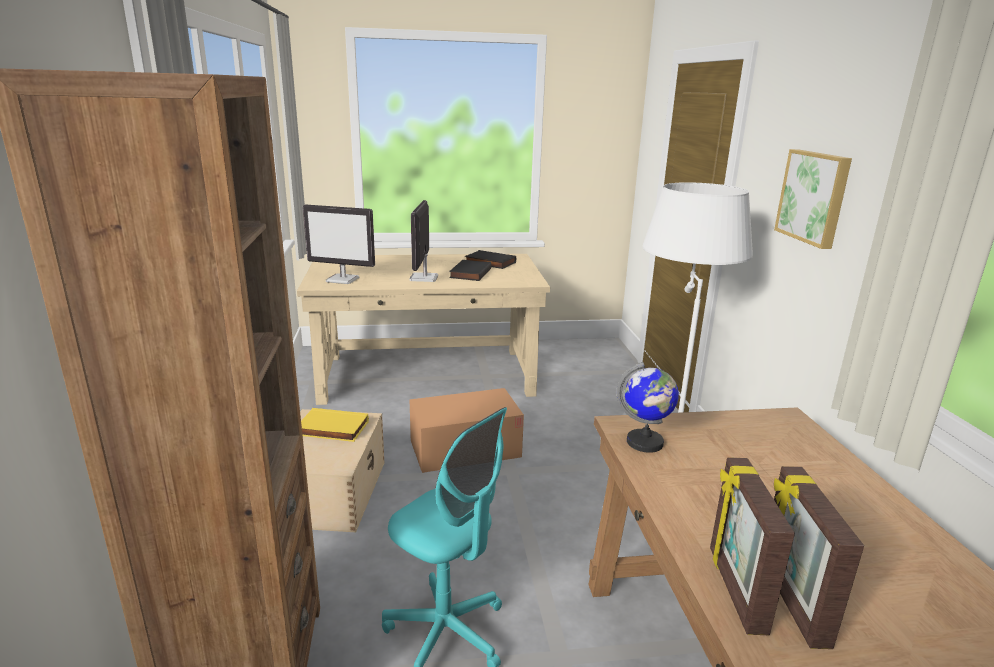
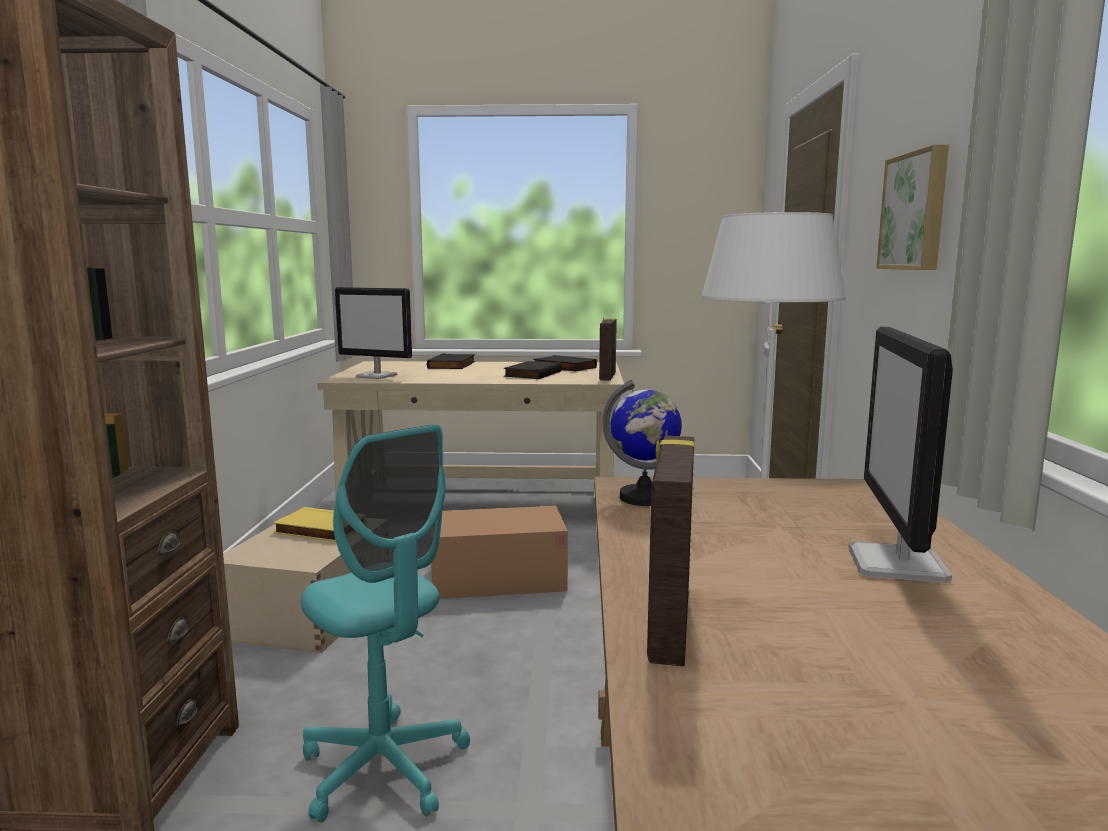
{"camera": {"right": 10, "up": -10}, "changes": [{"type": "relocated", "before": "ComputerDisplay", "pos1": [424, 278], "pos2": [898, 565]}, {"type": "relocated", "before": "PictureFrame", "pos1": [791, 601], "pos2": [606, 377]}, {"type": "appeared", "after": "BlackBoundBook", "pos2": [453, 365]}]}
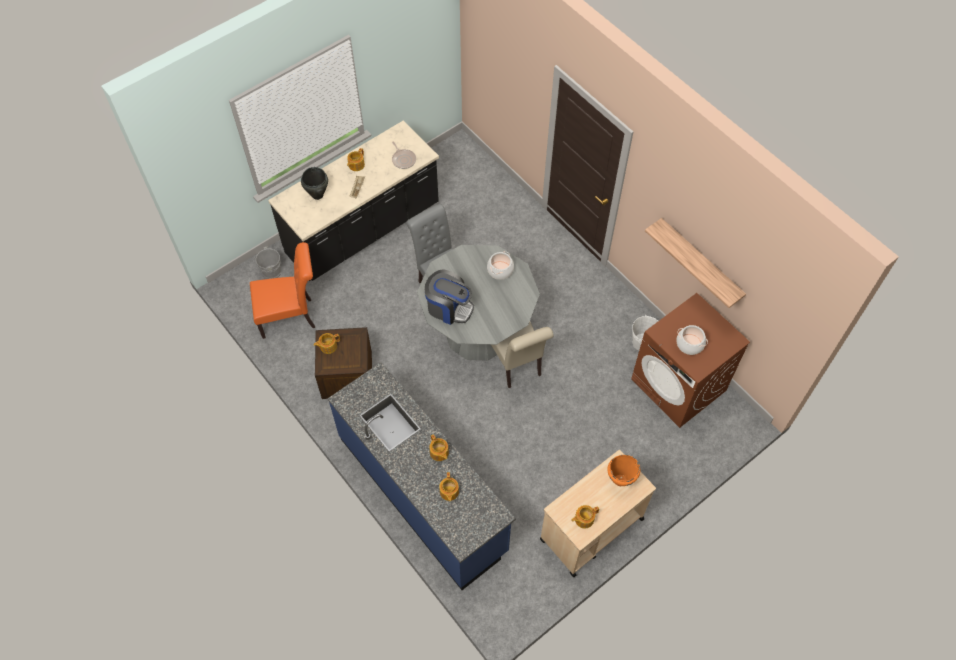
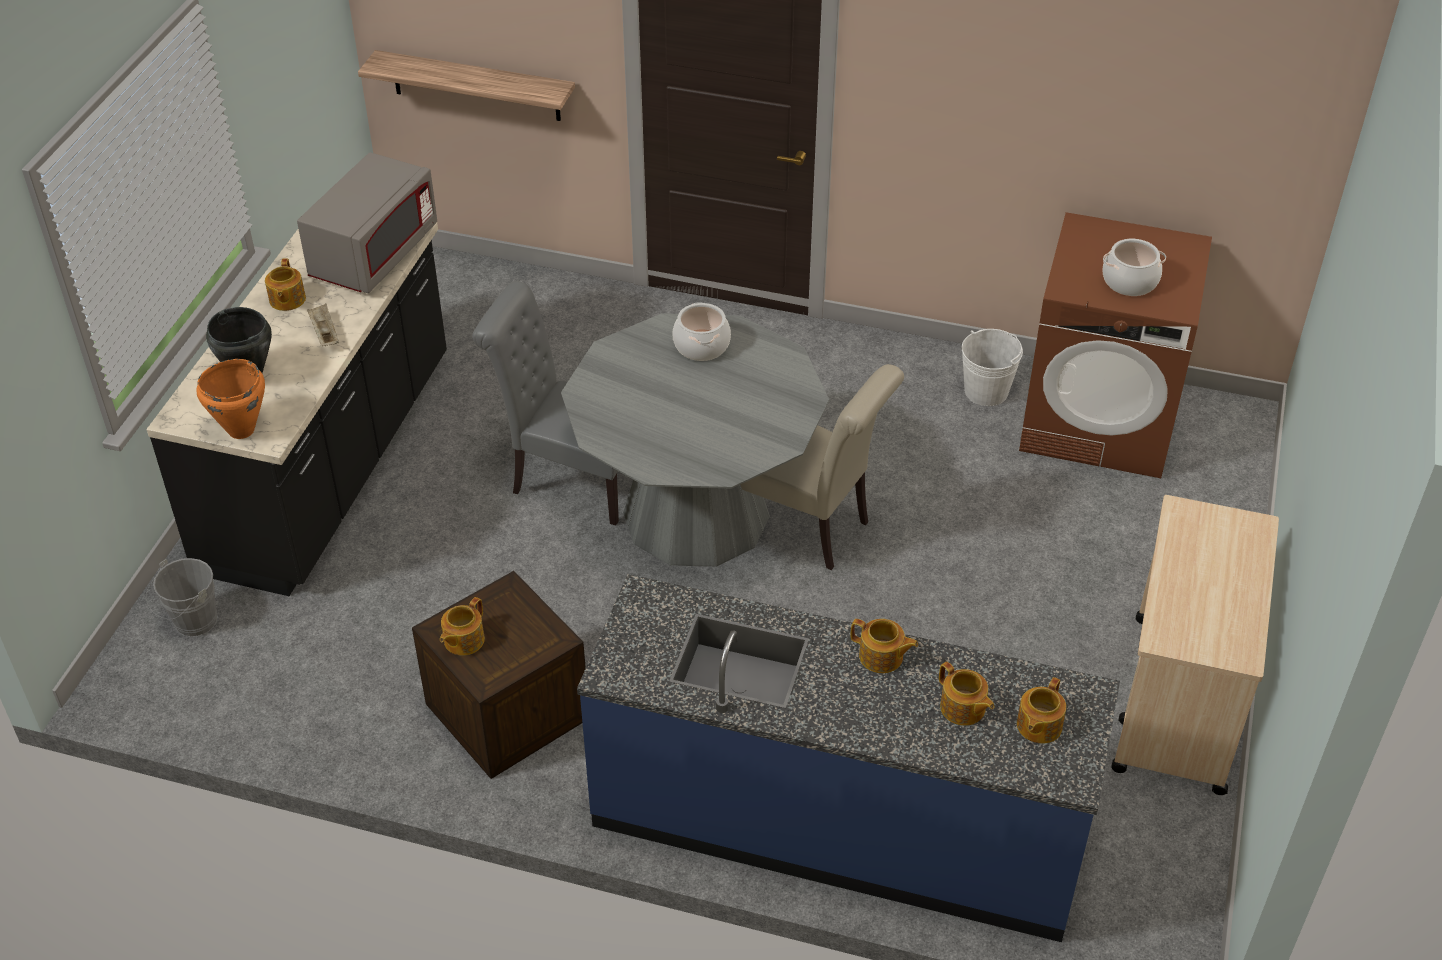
{"camera": {"right": -35, "up": -15}, "changes": [{"type": "missing", "before": "OrangeColouredPlainChair", "pos1": [291, 317]}, {"type": "exchanged", "before": "Pan", "after": "GrayMicrowave", "pos1": [403, 159], "pos2": [375, 254]}, {"type": "missing", "before": "CoffeeBrewer", "pos1": [449, 307]}, {"type": "relocated", "before": "TeaPot", "pos1": [583, 519], "pos2": [1038, 726]}, {"type": "relocated", "before": "OrangeColouredCookingPot", "pos1": [619, 480], "pos2": [240, 430]}, {"type": "relocated", "before": "WallShelf", "pos1": [700, 262], "pos2": [476, 86]}]}
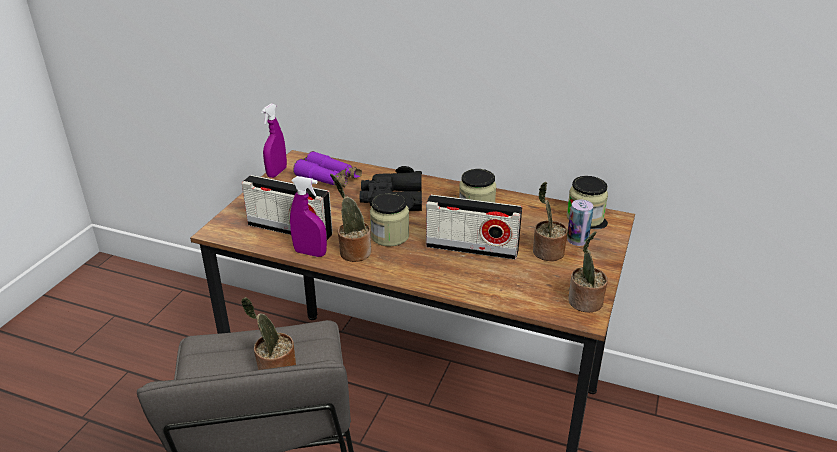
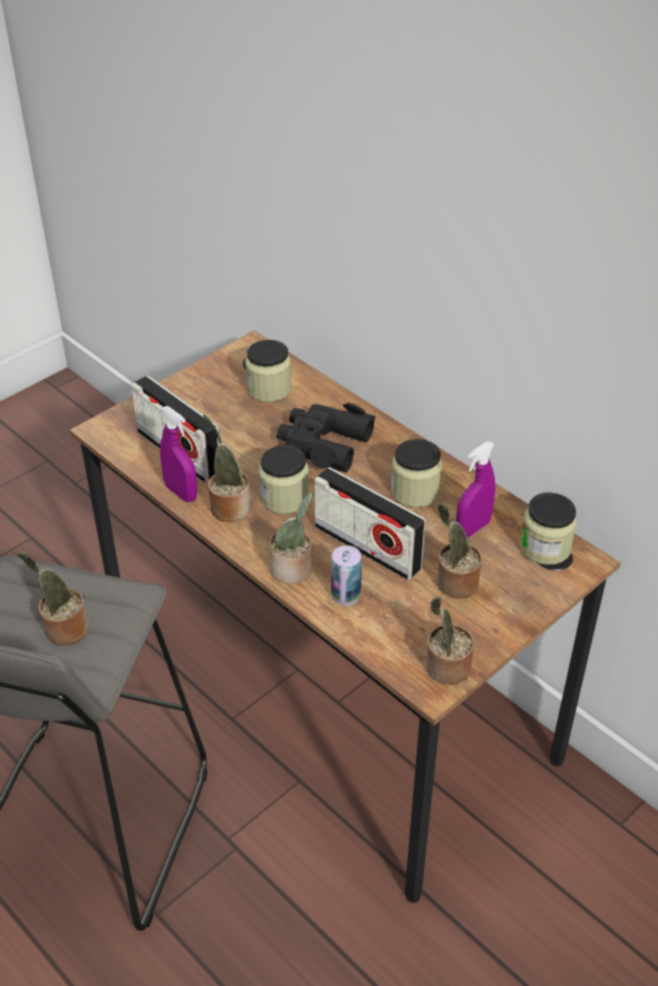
{"camera": {"right": 25, "up": 10}, "changes": [{"type": "relocated", "before": "PurplishHandSprayer", "pos1": [277, 172], "pos2": [472, 528]}, {"type": "exchanged", "before": "PurplishPairOfBinoculars", "after": "StorageJar", "pos1": [329, 178], "pos2": [269, 389]}, {"type": "relocated", "before": "MetalCan", "pos1": [577, 240], "pos2": [346, 595]}, {"type": "appeared", "after": "PottedPlant", "pos2": [293, 570]}]}
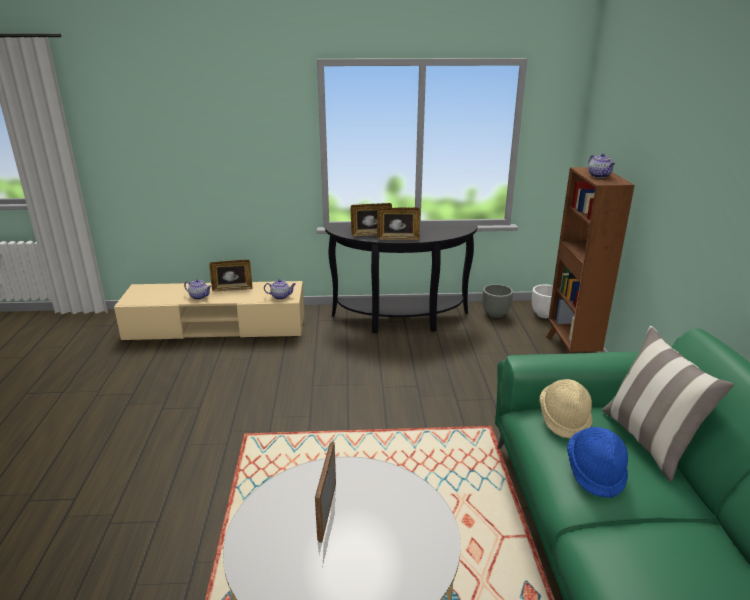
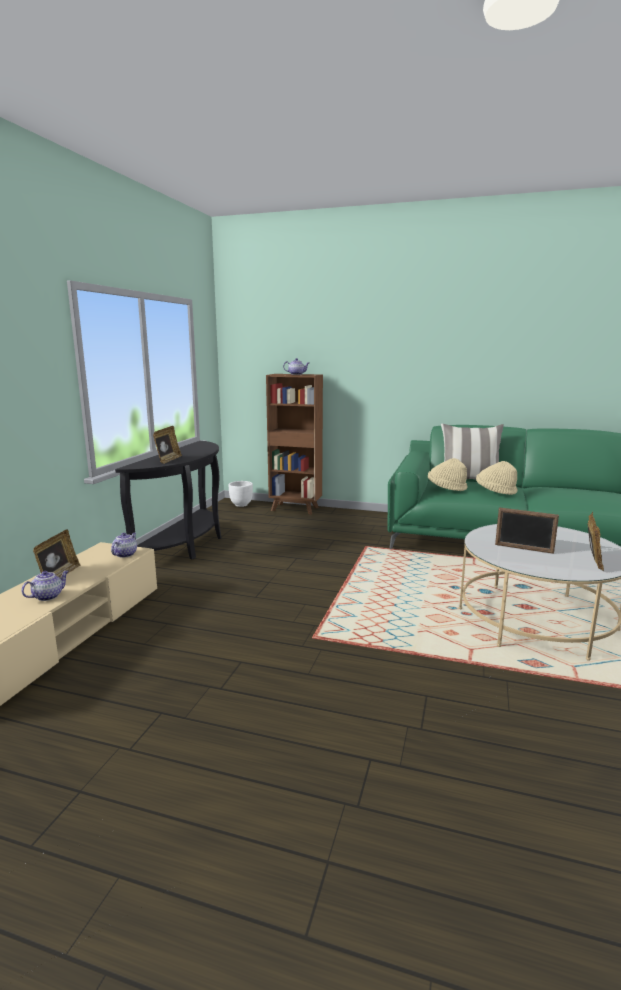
{"camera": {"right": -70, "up": -10}, "changes": [{"type": "relocated", "before": "PictureFrame", "pos1": [398, 238], "pos2": [592, 560]}, {"type": "missing", "before": "GrayPlanter", "pos1": [495, 314]}, {"type": "colour", "before": "BluishHat", "after": "SandColouredHat", "pos1": [595, 472], "pos2": [495, 491]}]}
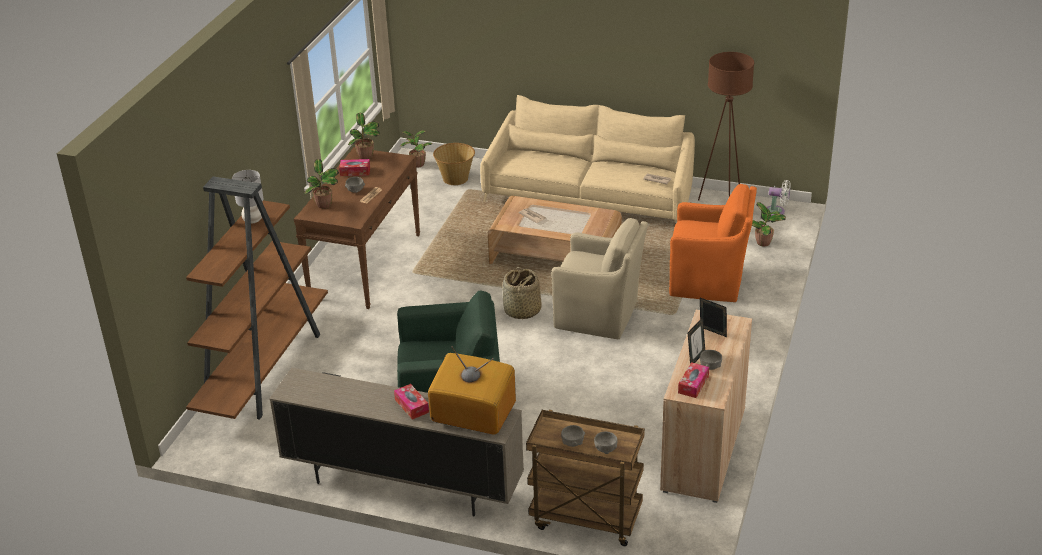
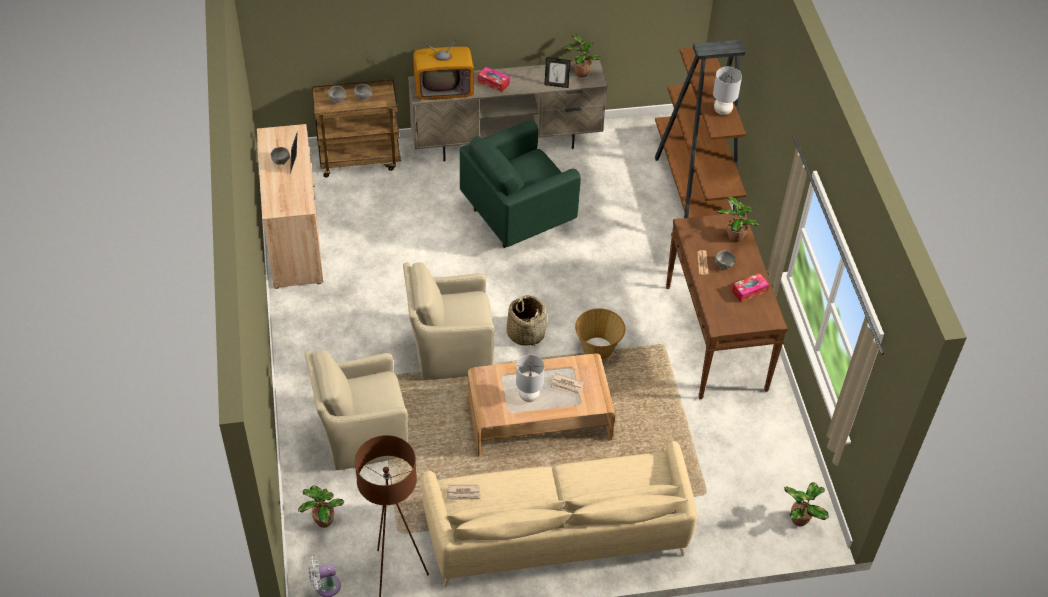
{"camera": {"right": 150, "up": 15}, "changes": [{"type": "relocated", "before": "PottedPlant", "pos1": [365, 156], "pos2": [580, 72]}, {"type": "relocated", "before": "StorageBasket", "pos1": [455, 178], "pos2": [598, 349]}, {"type": "colour", "before": "OrangeColouredLoungeChair", "after": "SandColouredLoungeChair", "pos1": [709, 282], "pos2": [361, 435]}, {"type": "missing", "before": "TissueHolder", "pos1": [693, 384]}, {"type": "relocated", "before": "PictureFrame", "pos1": [712, 333], "pos2": [556, 85]}, {"type": "appeared", "after": "GrayTabletopLamp", "pos2": [529, 396]}]}
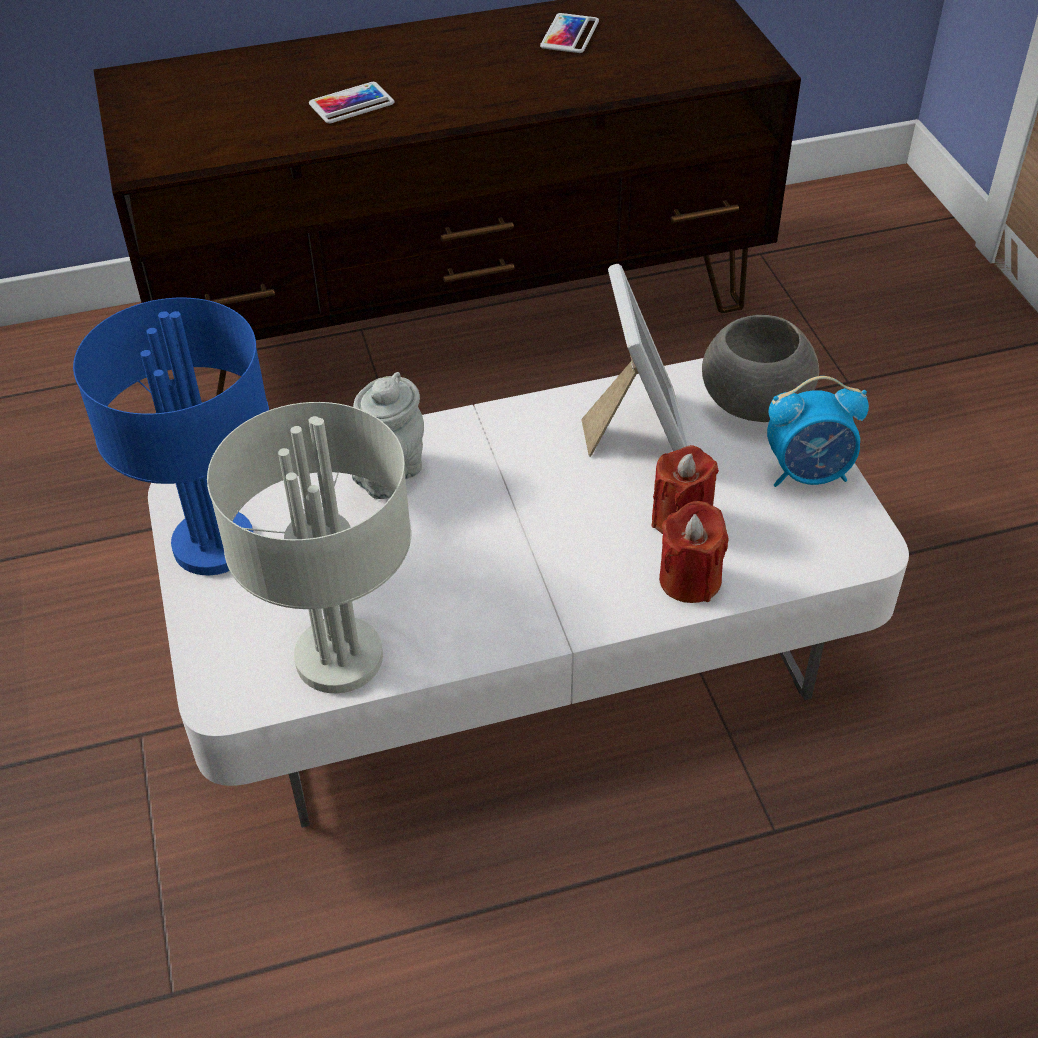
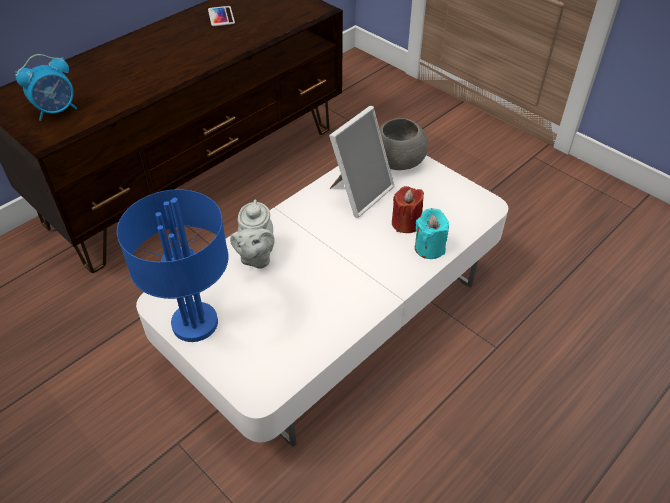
{"camera": {"right": -30, "up": 0}, "changes": [{"type": "missing", "before": "GrayTabletopLamp", "pos1": [337, 659]}, {"type": "missing", "before": "Telephone", "pos1": [351, 104]}, {"type": "spun", "before": "PictureFrame", "pos1": [638, 433], "pos2": [359, 193], "turn": 75}, {"type": "colour", "before": "ReddishCandle", "after": "TurquoiseCandle", "pos1": [690, 579], "pos2": [429, 248]}, {"type": "relocated", "before": "BedsideClock", "pos1": [808, 473], "pos2": [57, 111]}]}
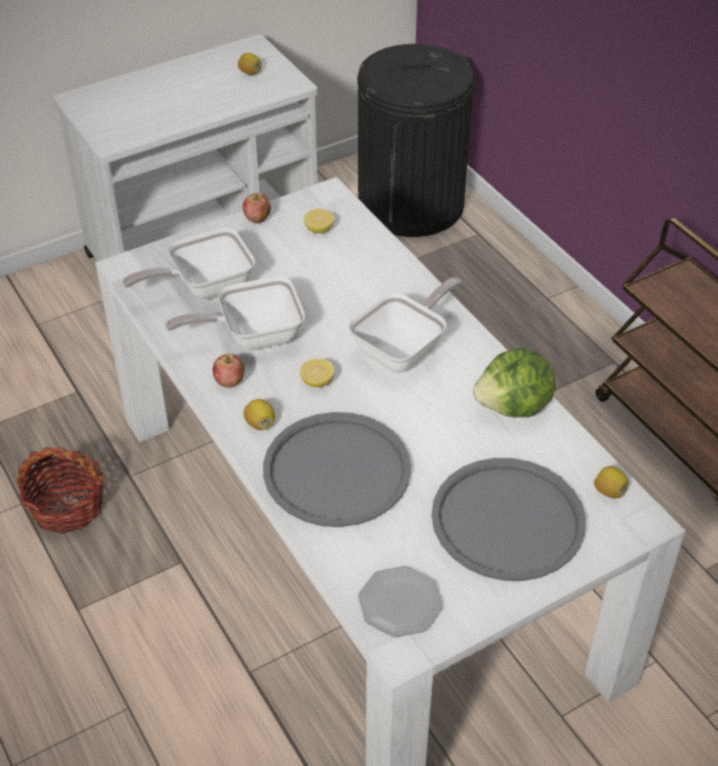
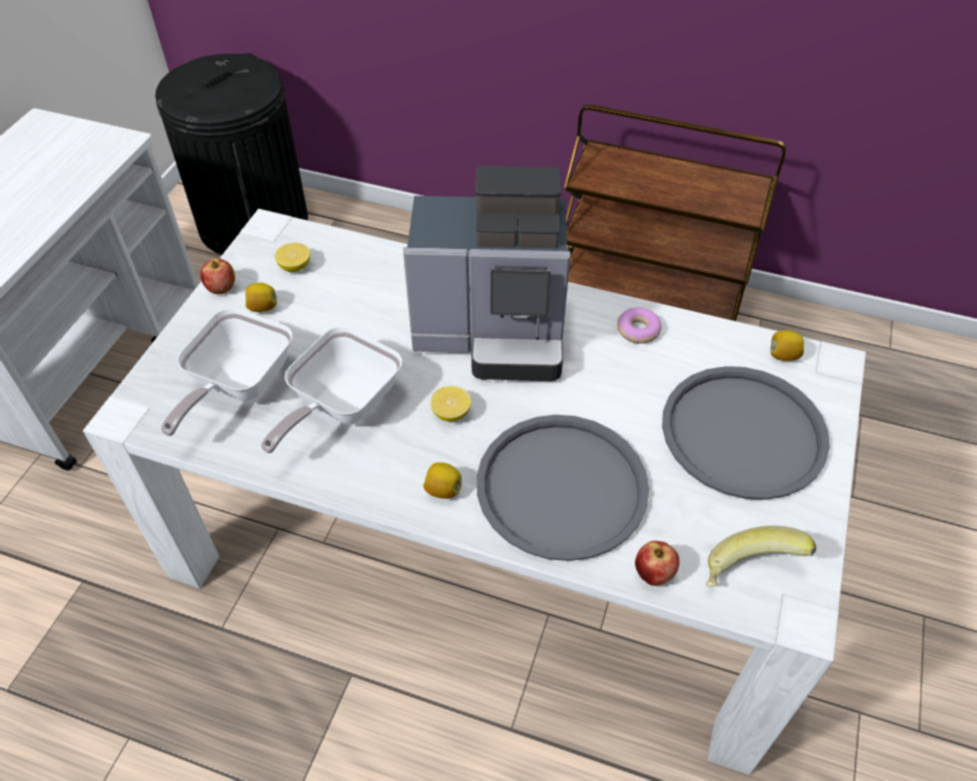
{"camera": {"right": -40, "up": 5}, "changes": [{"type": "missing", "before": "StorageBasket", "pos1": [67, 506]}, {"type": "relocated", "before": "WholeApple", "pos1": [229, 382], "pos2": [653, 574]}, {"type": "relocated", "before": "WholeLemon", "pos1": [250, 73], "pos2": [262, 307]}, {"type": "exchanged", "before": "Pan", "after": "CoffeeBrewer", "pos1": [404, 349], "pos2": [494, 334]}, {"type": "exchanged", "before": "Plate", "after": "WholeBanana", "pos1": [399, 603], "pos2": [750, 574]}, {"type": "exchanged", "before": "LettuceHead", "after": "Doughnut", "pos1": [514, 407], "pos2": [638, 330]}]}
